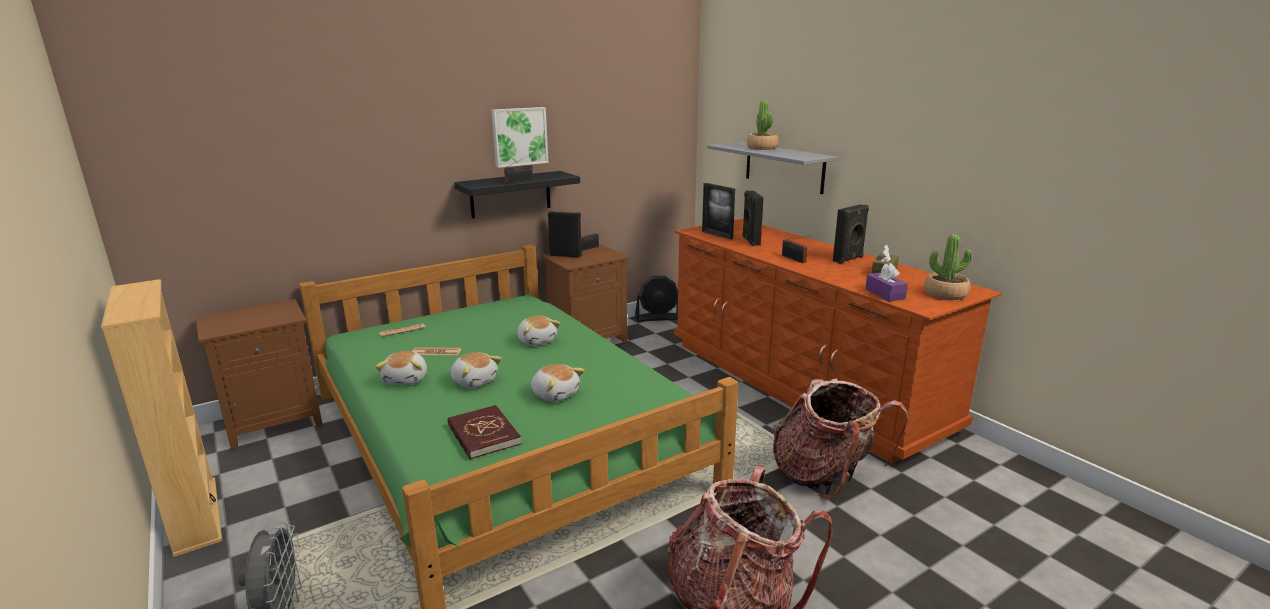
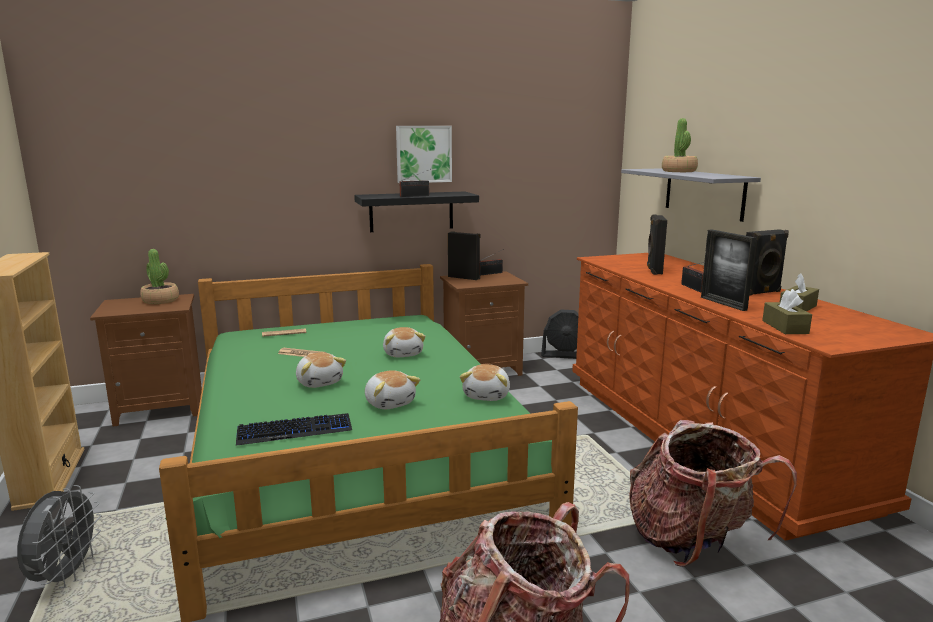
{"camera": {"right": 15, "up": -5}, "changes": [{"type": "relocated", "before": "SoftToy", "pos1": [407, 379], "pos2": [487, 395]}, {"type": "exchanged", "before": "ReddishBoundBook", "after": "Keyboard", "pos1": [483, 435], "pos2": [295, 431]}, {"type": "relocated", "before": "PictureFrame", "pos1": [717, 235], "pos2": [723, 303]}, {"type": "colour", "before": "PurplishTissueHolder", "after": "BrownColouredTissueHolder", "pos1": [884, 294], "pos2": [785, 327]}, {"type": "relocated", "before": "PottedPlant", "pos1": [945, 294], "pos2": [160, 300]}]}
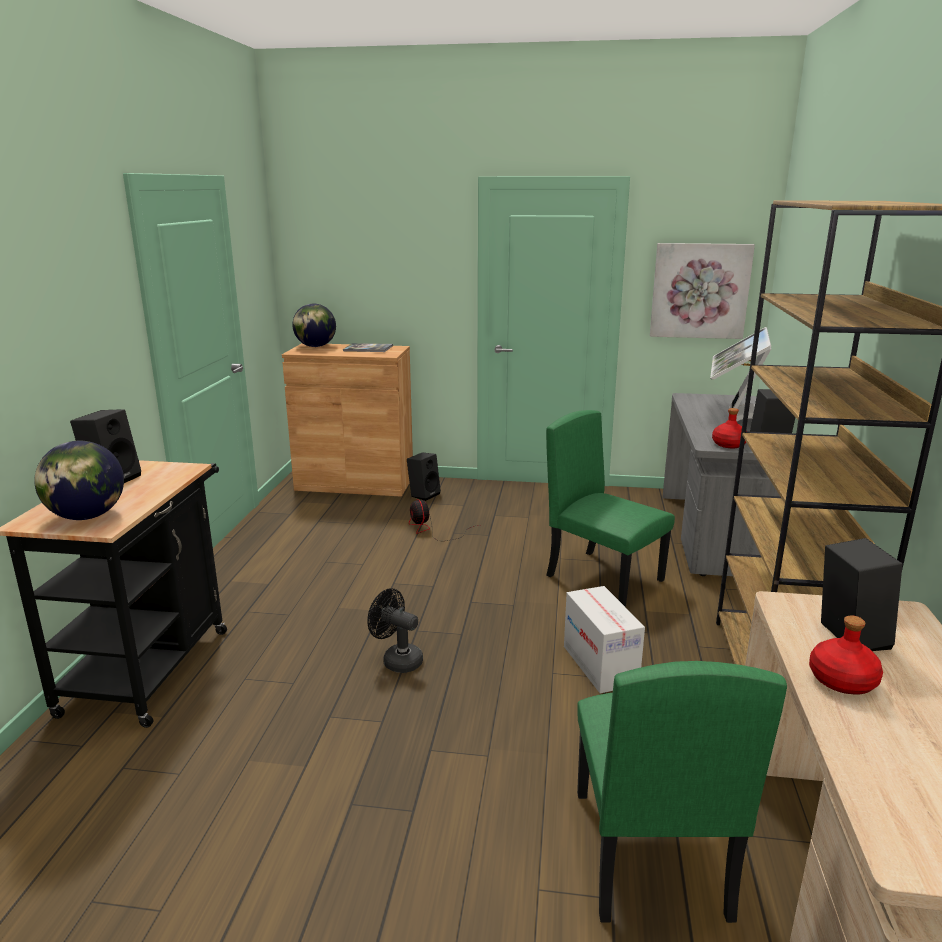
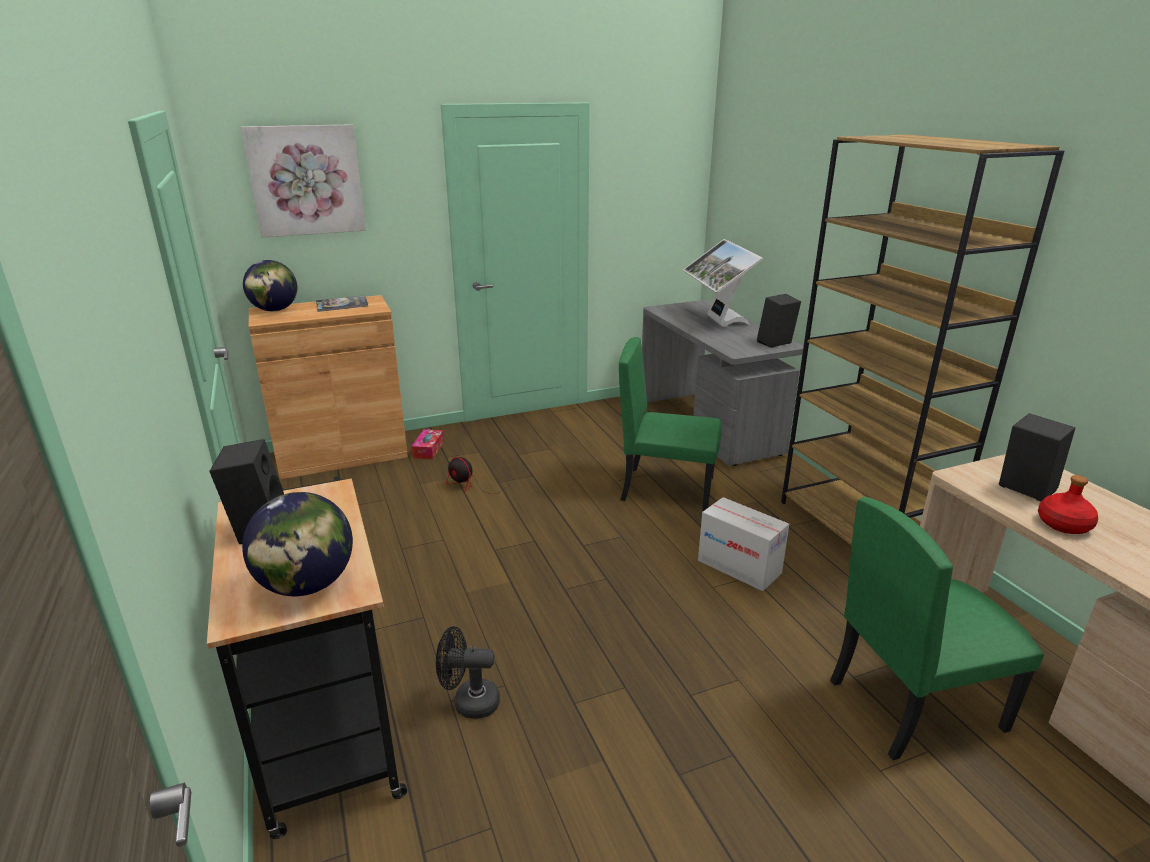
{"camera": {"right": -30, "up": 5}, "changes": [{"type": "relocated", "before": "BlackCoolingFan", "pos1": [397, 660], "pos2": [469, 702]}, {"type": "exchanged", "before": "BlackSpeaker", "after": "TissueHolder", "pos1": [424, 494], "pos2": [428, 449]}, {"type": "spun", "before": "GreenPlainChair", "pos1": [648, 852], "pos2": [914, 704], "turn": 105}, {"type": "relocated", "before": "WallPicture", "pos1": [699, 291], "pos2": [306, 180]}, {"type": "missing", "before": "ReddishDrinkBottle", "pos1": [728, 444]}]}
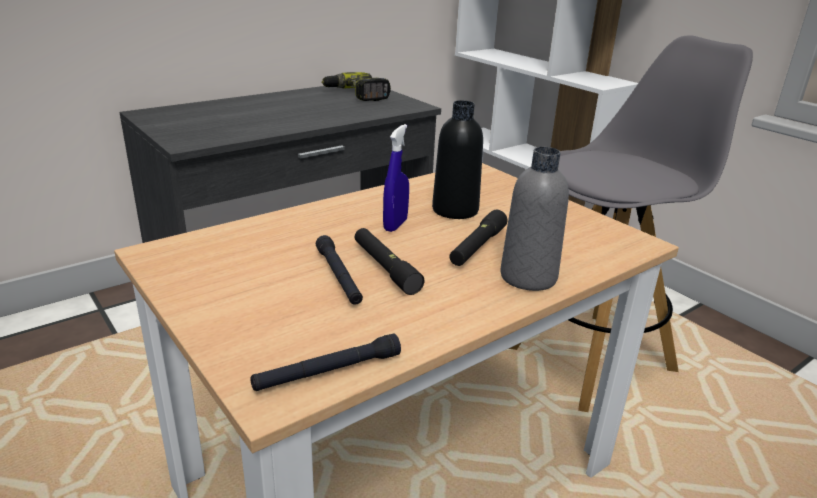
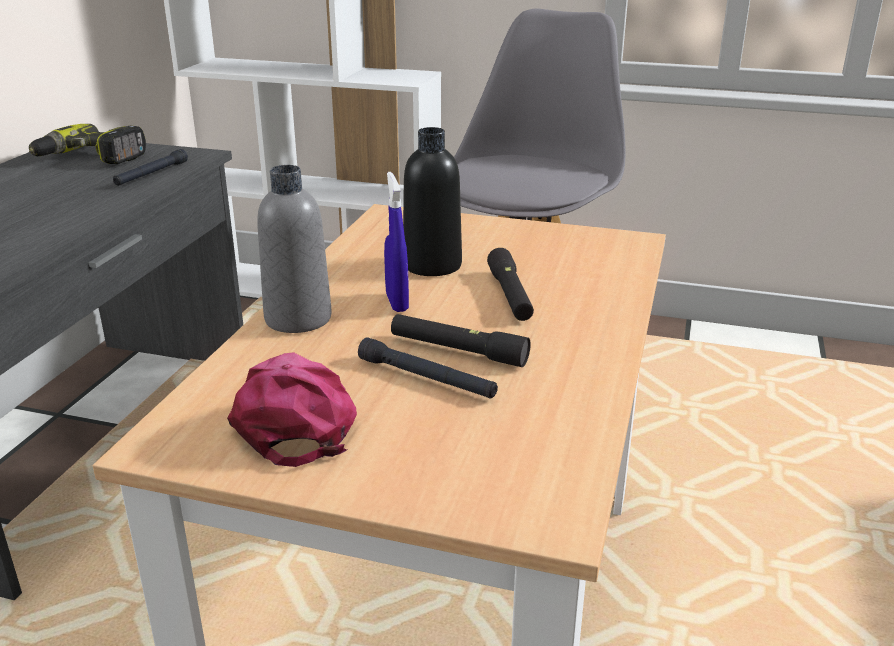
{"camera": {"right": -35, "up": 0}, "changes": [{"type": "relocated", "before": "BlackFlashlight", "pos1": [328, 372], "pos2": [151, 174]}, {"type": "relocated", "before": "GrayDrinkBottle", "pos1": [528, 277], "pos2": [298, 319]}, {"type": "appeared", "after": "PinkColouredCap", "pos2": [296, 419]}]}
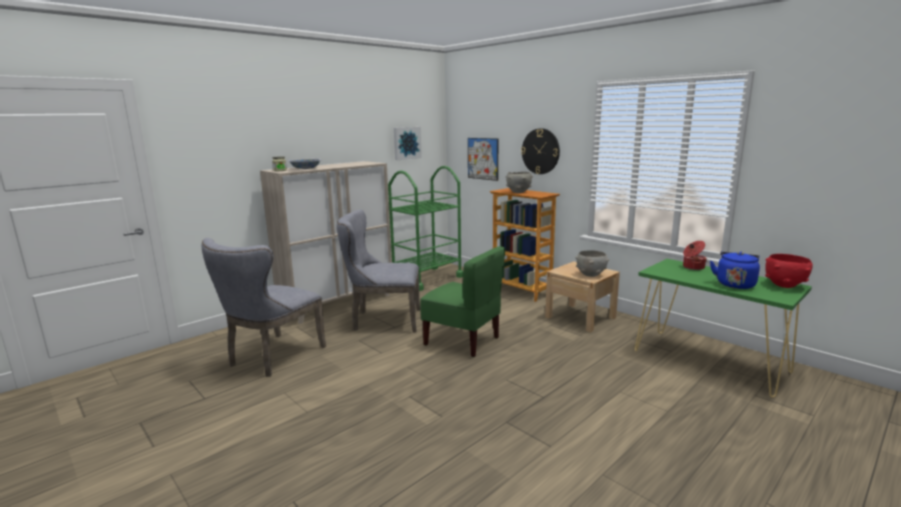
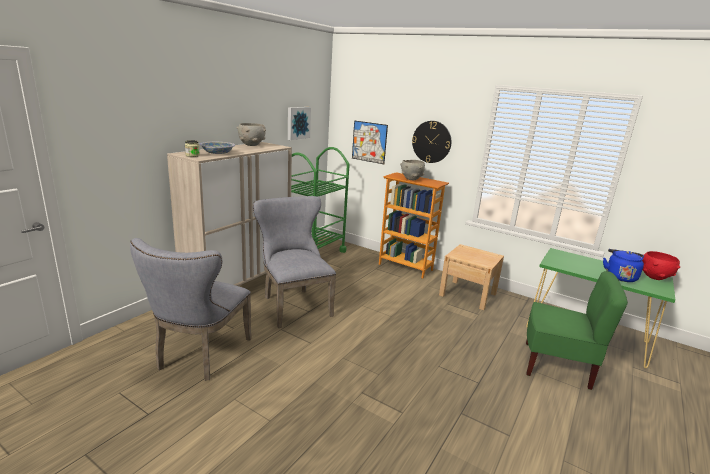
{"camera": {"right": -15, "up": 5}, "changes": [{"type": "spun", "before": "GrayPlainChair", "pos1": [382, 320], "pos2": [293, 304], "turn": 75}, {"type": "relocated", "before": "GreenPlainChair", "pos1": [463, 341], "pos2": [556, 366]}, {"type": "relocated", "before": "GrayBowl", "pos1": [591, 275], "pos2": [251, 145]}, {"type": "missing", "before": "CookingPot", "pos1": [692, 267]}]}
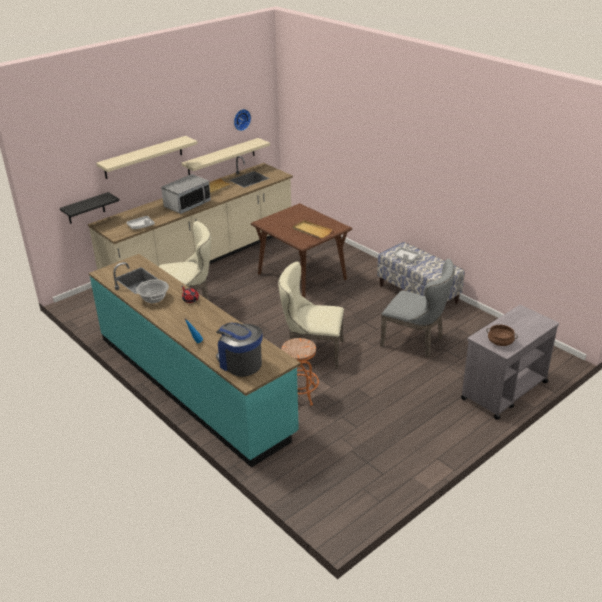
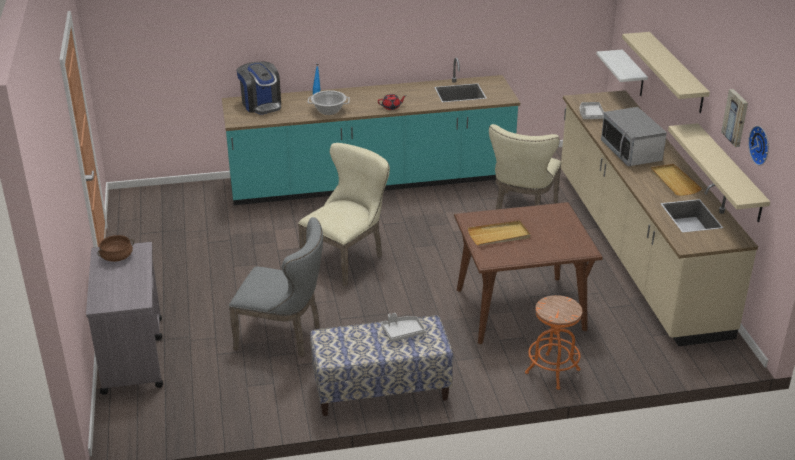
{"camera": {"right": 120, "up": 0}, "changes": [{"type": "colour", "before": "BlackWallShelf", "after": "WhitishWallShelf", "pos1": [86, 208], "pos2": [633, 74]}, {"type": "relocated", "before": "CookingPot", "pos1": [154, 298], "pos2": [328, 111]}, {"type": "spun", "before": "CoffeeBrewer", "pos1": [240, 363], "pos2": [261, 104], "turn": 75}, {"type": "relocated", "before": "OrangeColouredStoolSeat", "pos1": [300, 394], "pos2": [552, 371]}, {"type": "spun", "before": "GrayPlainChair", "pos1": [416, 342], "pos2": [284, 336], "turn": -135}, {"type": "appeared", "after": "WallPicture", "pos2": [736, 117]}]}
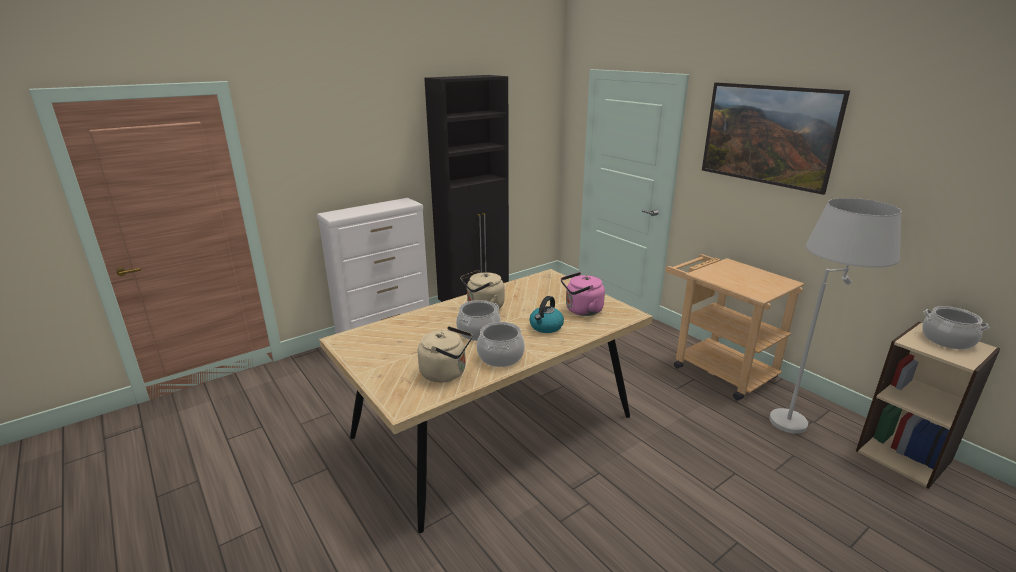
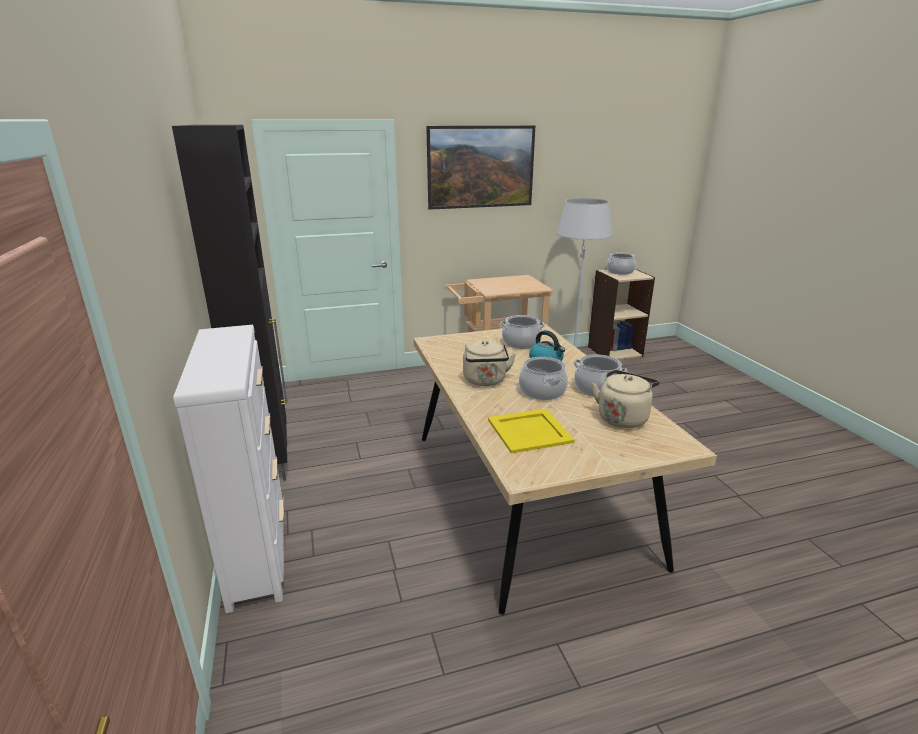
{"camera": {"right": -70, "up": 0}, "changes": [{"type": "exchanged", "before": "PinkColouredTeaKettle", "after": "CookingPot", "pos1": [581, 310], "pos2": [521, 343]}, {"type": "appeared", "after": "YellowishTray", "pos2": [530, 431]}]}
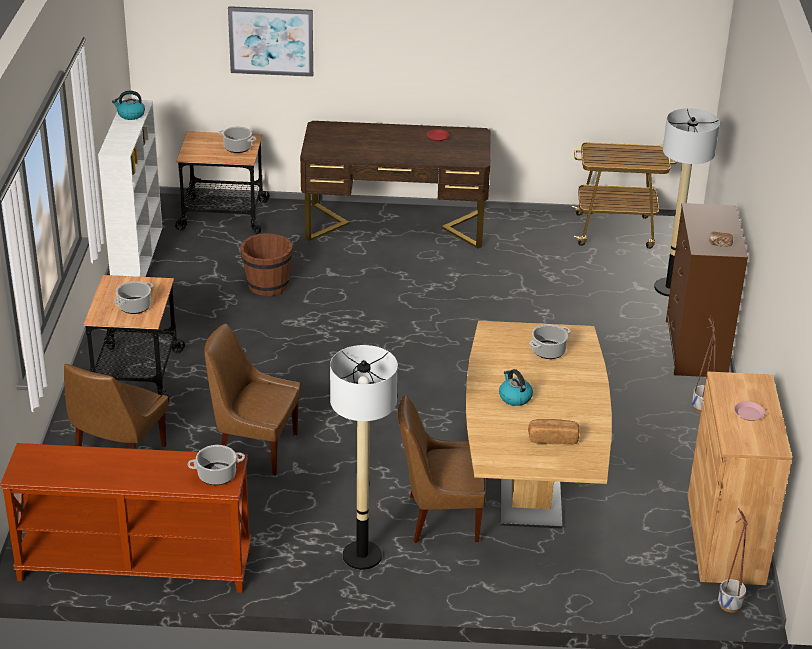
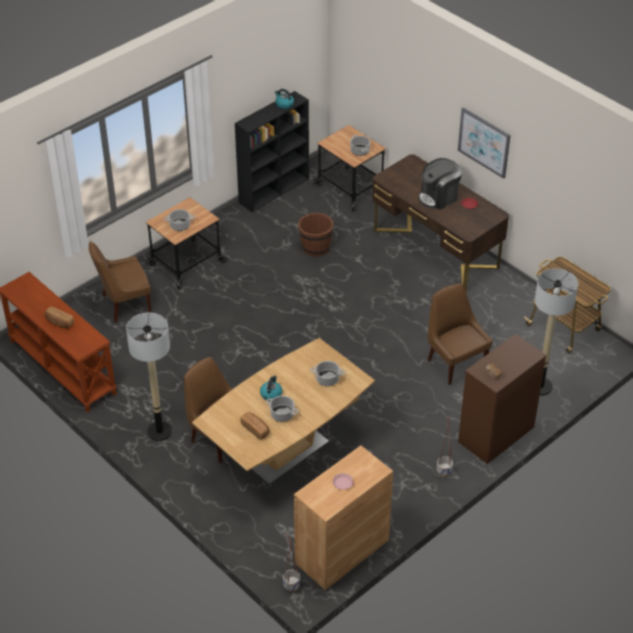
{"camera": {"right": 45, "up": 10}, "changes": [{"type": "colour", "before": "WhitishBookcase", "after": "BlackBookcase", "pos1": [137, 255], "pos2": [274, 190]}, {"type": "relocated", "before": "CookingPot", "pos1": [217, 475], "pos2": [282, 414]}, {"type": "relocated", "before": "BrownColouredPlainChair", "pos1": [254, 448], "pos2": [455, 363]}, {"type": "relocated", "before": "WallPicture", "pos1": [271, 41], "pos2": [484, 142]}, {"type": "appeared", "after": "BakeryBread", "pos2": [59, 322]}, {"type": "appeared", "after": "CoffeeBrewer", "pos2": [438, 197]}]}
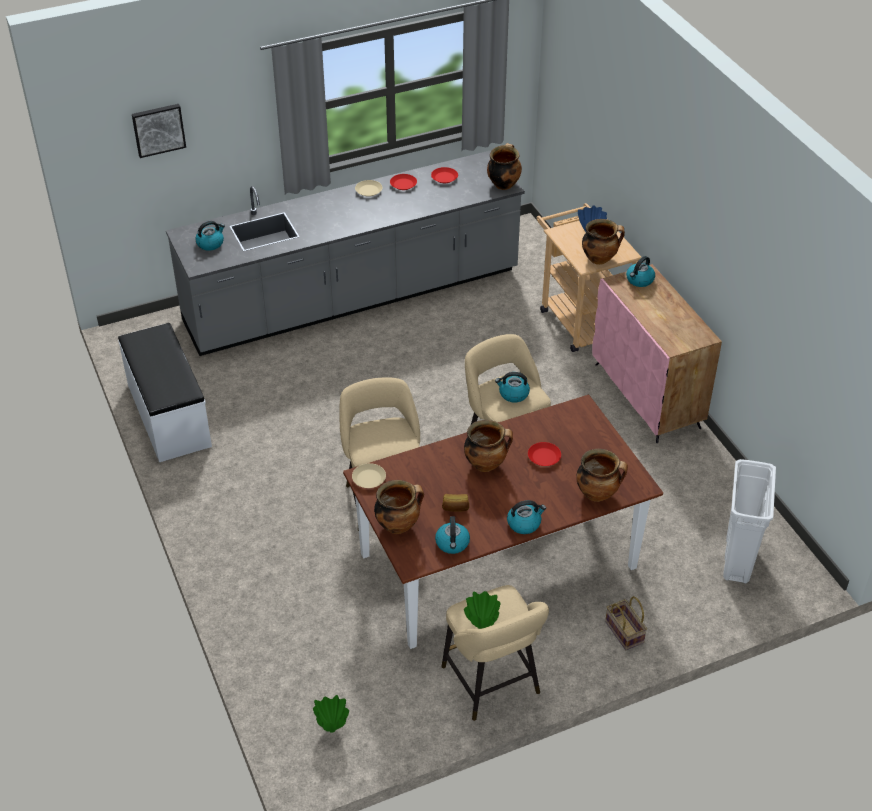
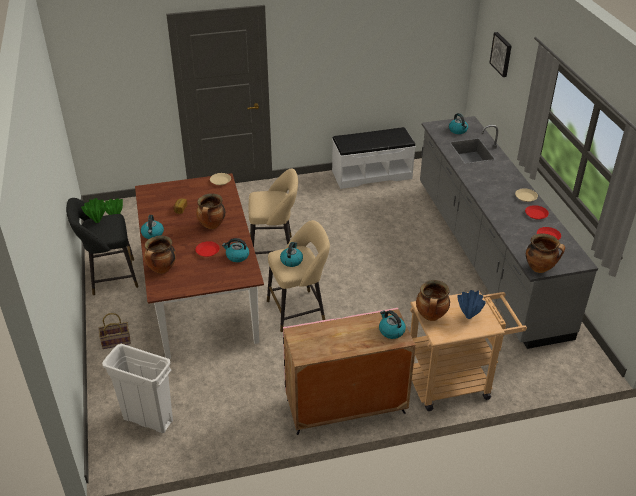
{"camera": {"right": 100, "up": -5}, "changes": [{"type": "missing", "before": "CookingPot", "pos1": [398, 525]}, {"type": "relocated", "before": "TeaKettle", "pos1": [452, 544], "pos2": [237, 256]}, {"type": "colour", "before": "SandColouredStoolSeat", "after": "BlackStoolSeat", "pos1": [493, 684], "pos2": [110, 277]}]}
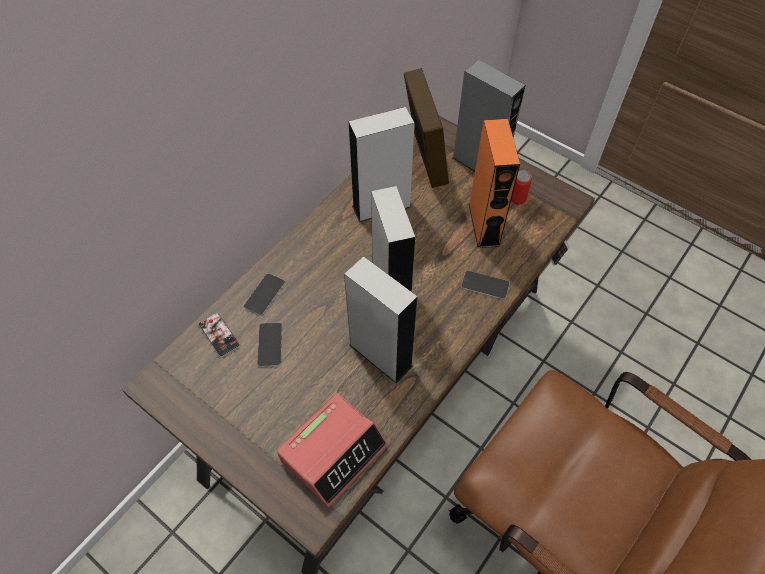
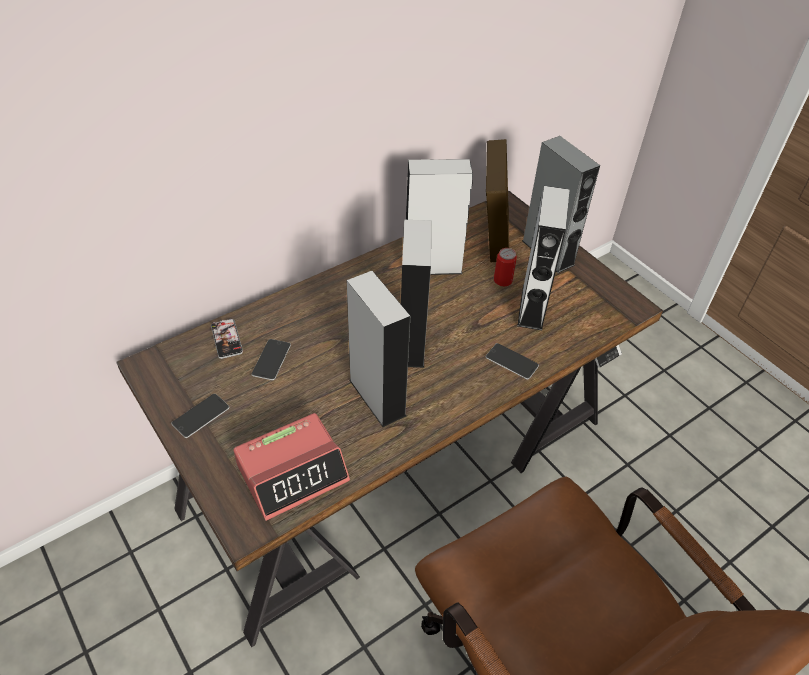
{"camera": {"right": 15, "up": -10}, "changes": [{"type": "relocated", "before": "Telephone", "pos1": [264, 294], "pos2": [200, 415]}, {"type": "colour", "before": "OrangeColouredSpeaker", "after": "GraySpeaker", "pos1": [484, 224], "pos2": [532, 306]}, {"type": "relocated", "before": "MetalCan", "pos1": [517, 198], "pos2": [502, 280]}]}
